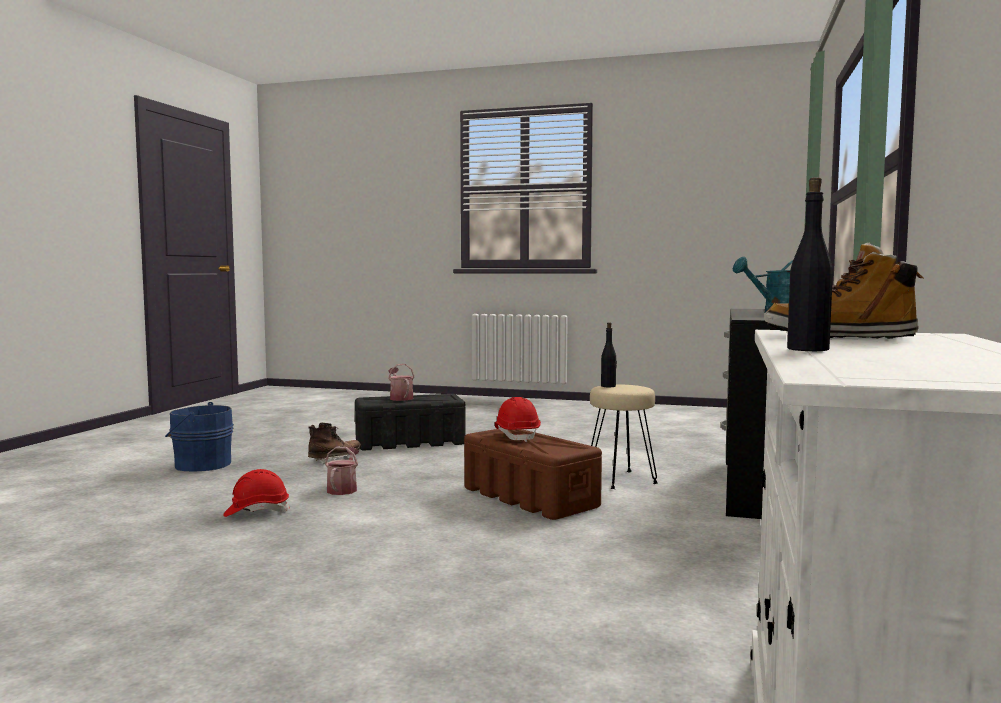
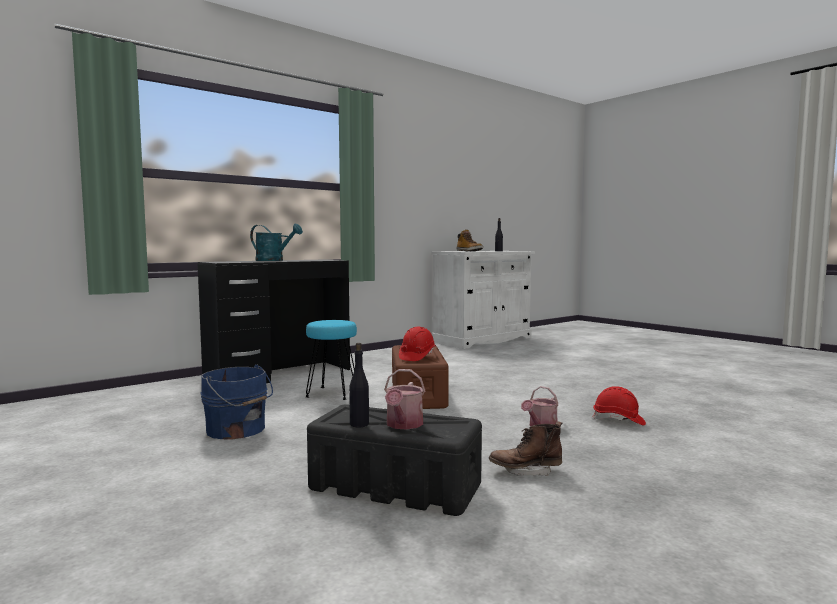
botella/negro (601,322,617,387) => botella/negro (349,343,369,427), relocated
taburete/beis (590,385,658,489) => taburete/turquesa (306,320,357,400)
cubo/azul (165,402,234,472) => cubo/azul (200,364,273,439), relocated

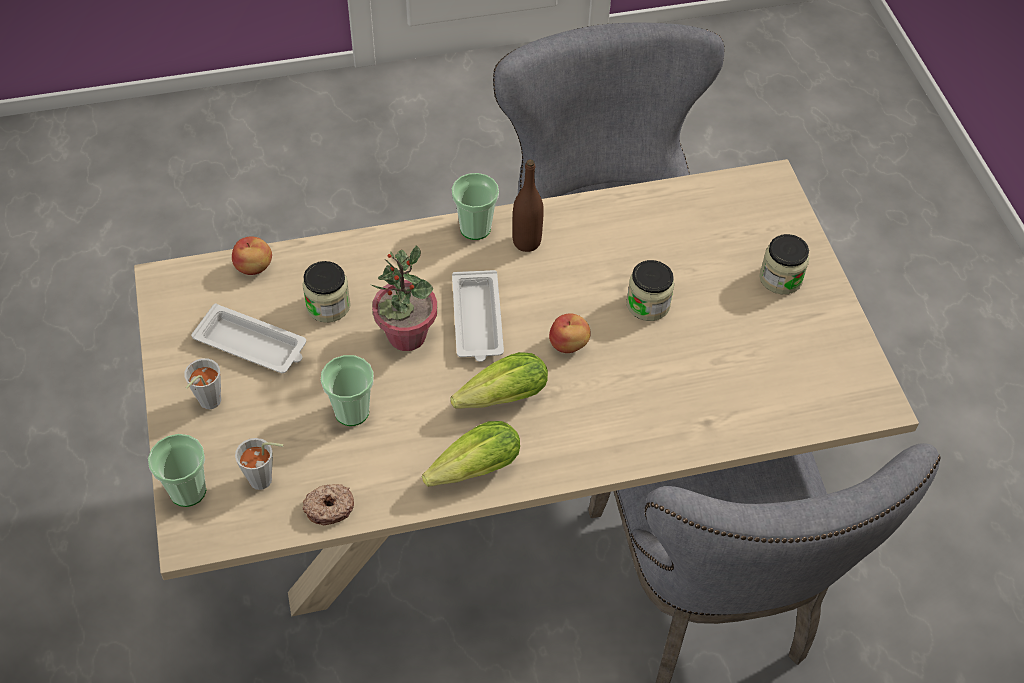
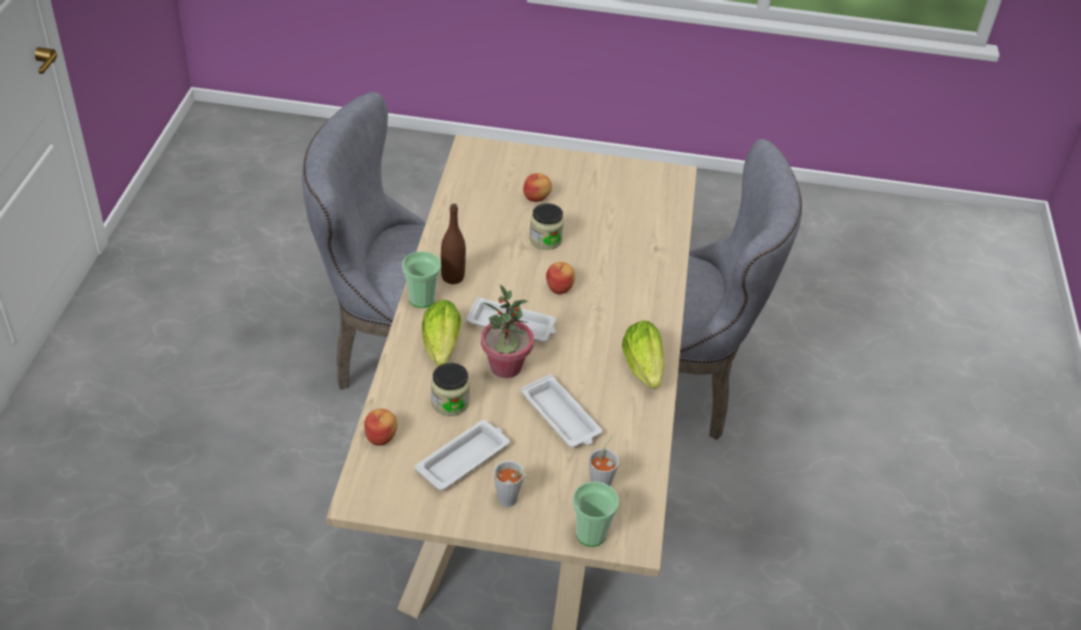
tarro (759,234,809,294) => nothing
lechuga (450,352,548,409) => lechuga (422,300,461,366), relocated
taza (321,355,374,426) => bandeja/blanco (521,374,602,448)
rosquilla (302,484,354,525) => nothing
nothing => manzana (523,173,552,202)

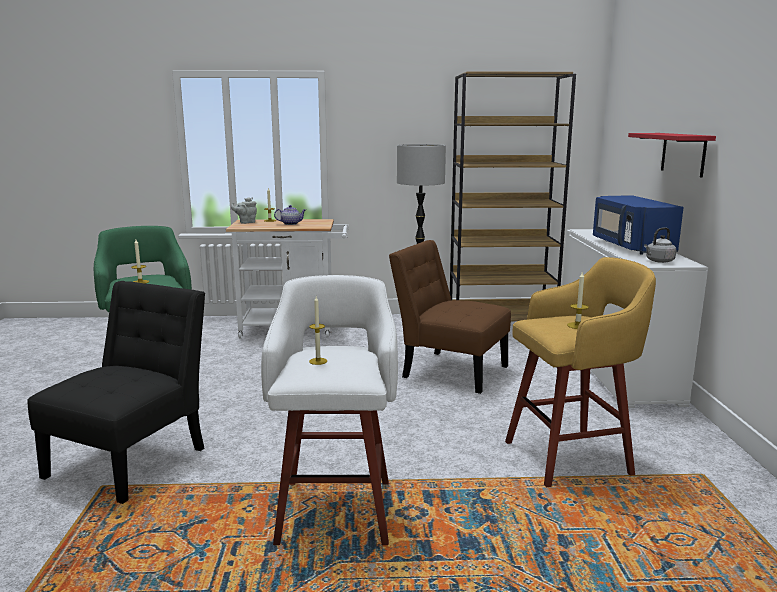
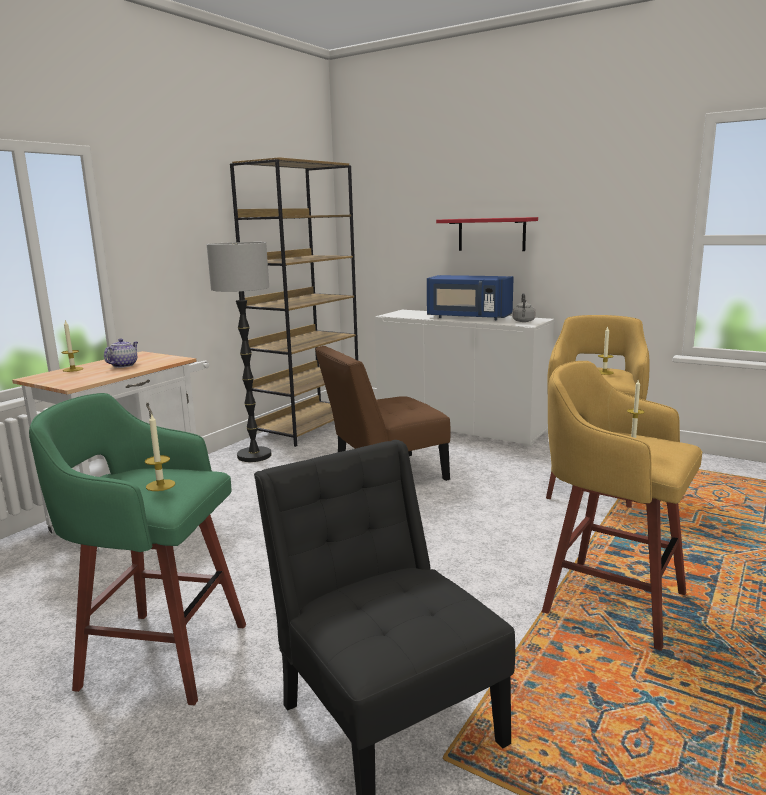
tetera/gris (231,197,257,224) => nothing
taburete/blanco (261,275,398,545) => taburete/amarillo (542,361,702,651)

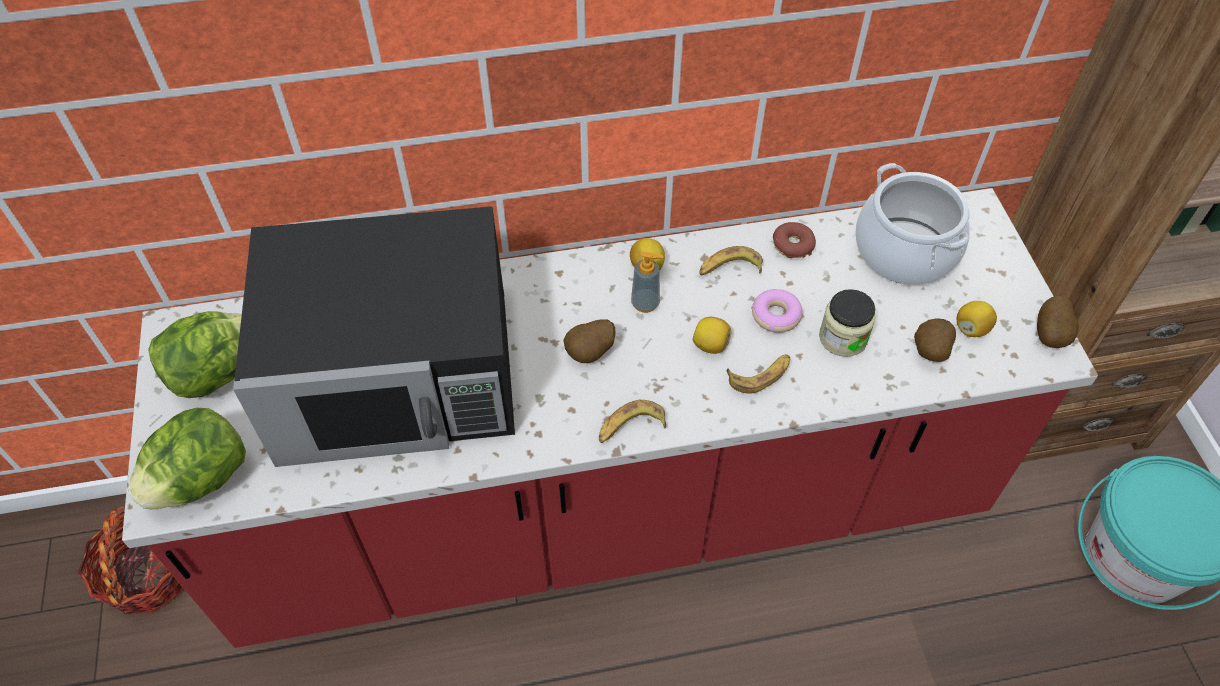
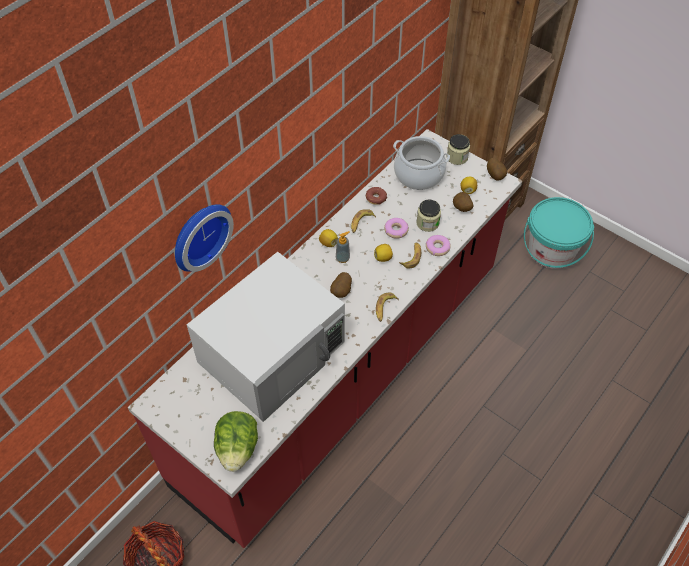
microondas/negro (233,206,515,467) => microondas/blanco (187,252,345,422)
lechuga (148,311,242,398) => nothing
nothing => tarro (447,134,470,165)
nothing => reloj de pared (175,204,234,272)
nothing => rosquilla (426,235,451,256)

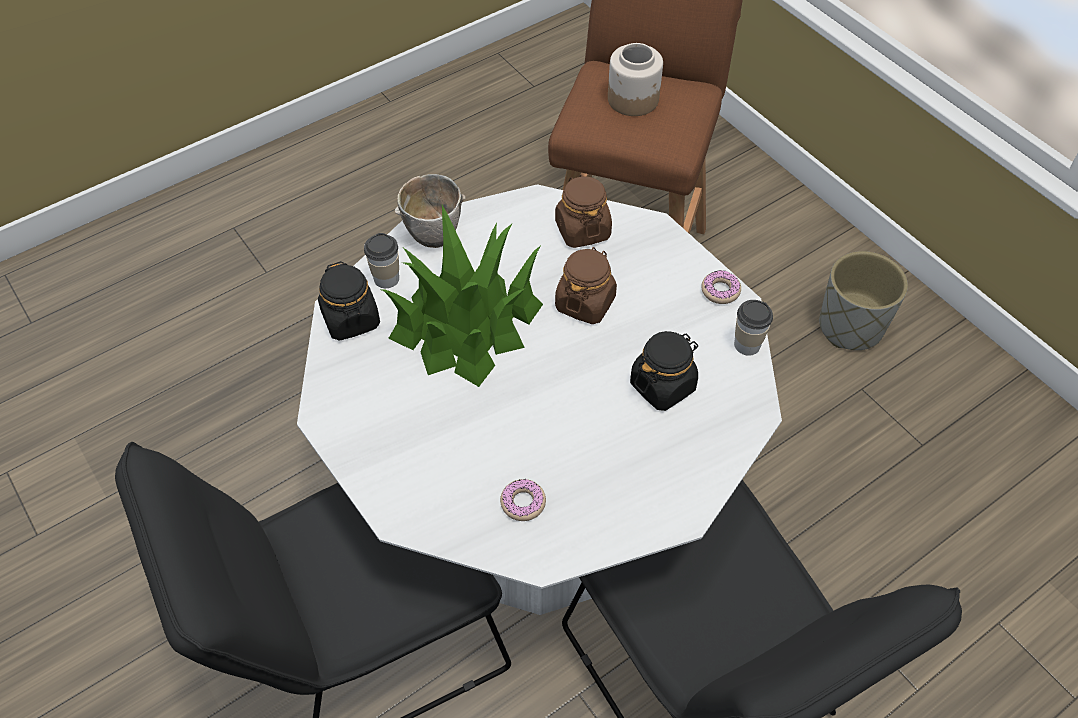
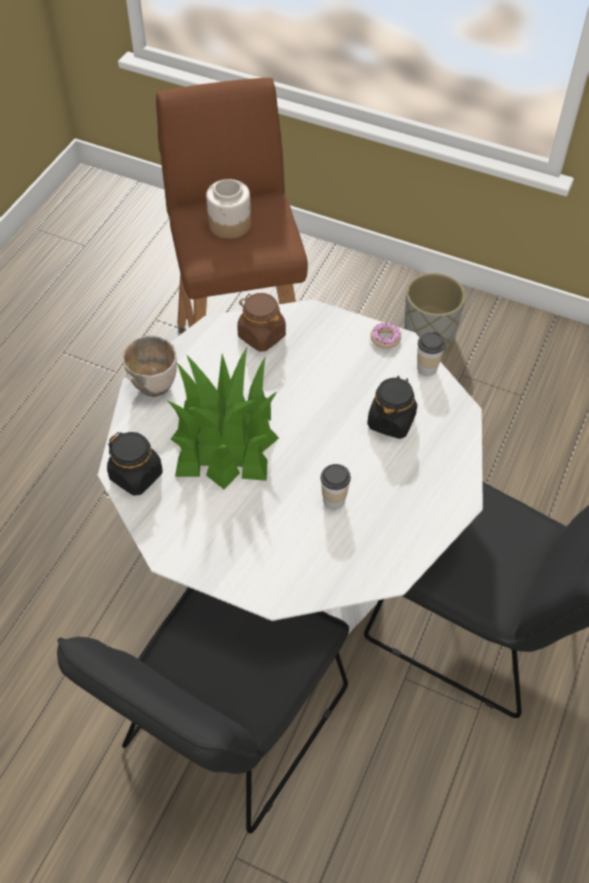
taza (364,233,399,288) => taza (321,464,351,509), relocated
tarro/marrón (555,247,617,324) => nothing
rosquilla (500,479,546,521) => nothing

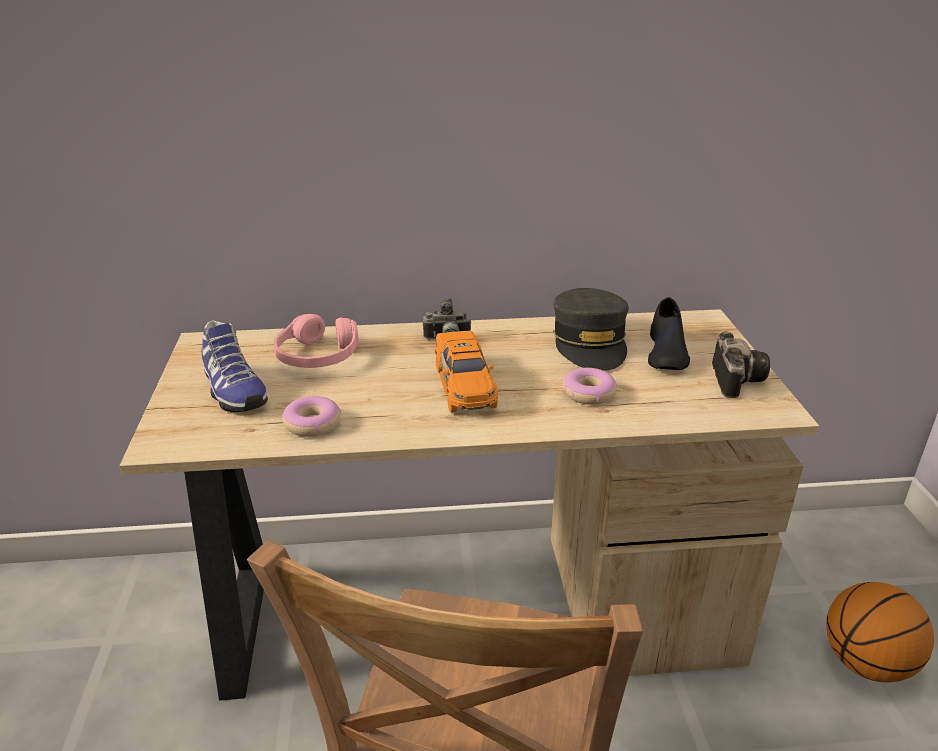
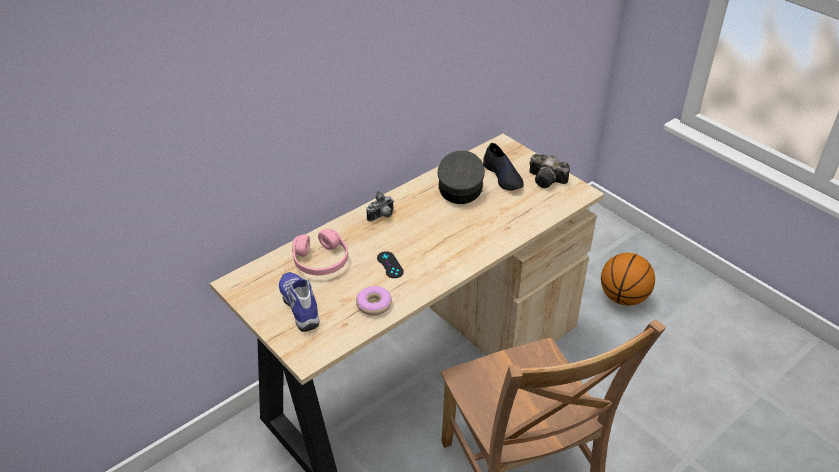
gorra/gris (553,288,629,371) => gorra/gris (438,150,485,204), 135 degrees counterclockwise
zapato (201,321,268,412) => zapato (279,272,319,332), 135 degrees counterclockwise
coche de juguete/naranja (435,331,498,412) => nothing
cámara (712,331,770,398) => cámara (529,154,570,188), 150 degrees clockwise
rosquilla (562,368,617,405) => nothing
nothing => mando de consola/negro (377,251,404,278)

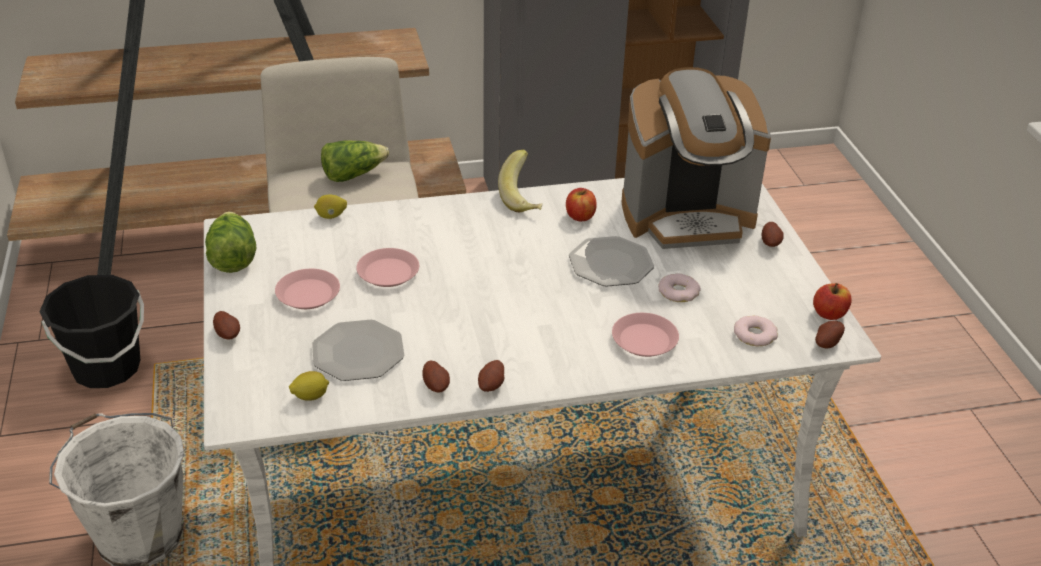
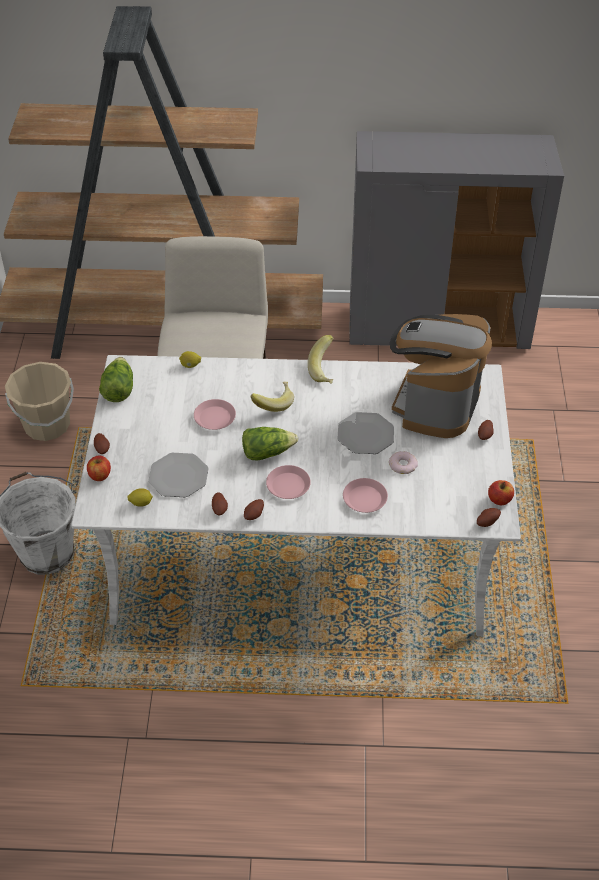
cafetera (622,67,771,249) => cafetera (390,314,492,438), 105 degrees clockwise
lechuga (321,140,389,182) => lechuga (242,427,298,460), relocated
manzana (566,188,597,221) => manzana (87,455,111,481), relocated
plato/rosa (275,269,340,309) => plato/rosa (266,465,311,499), relocated
cubo/negro (39,275,144,388) => cubo/beis (5,362,74,441)
rosquilla (734,315,778,346) => nothing
nothing => plátano (251,381,294,412)

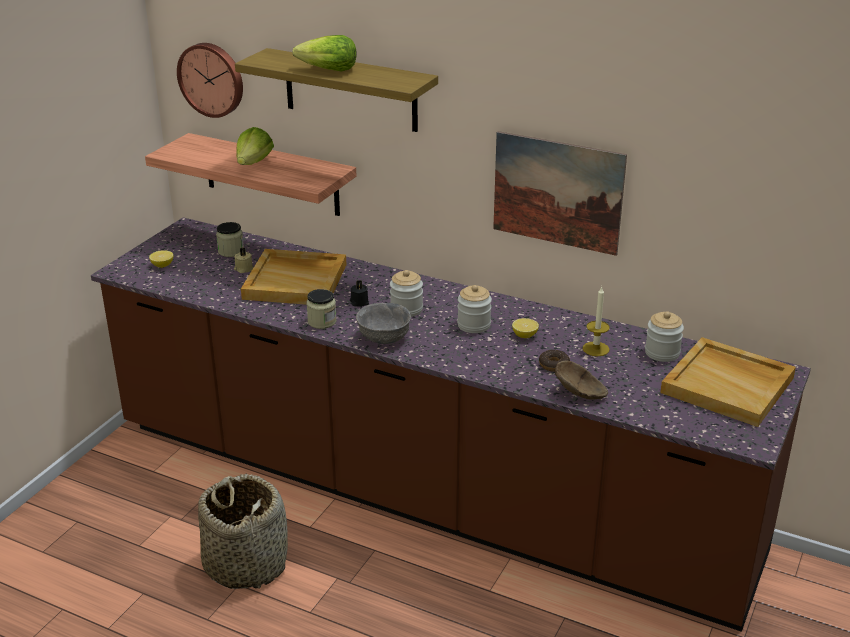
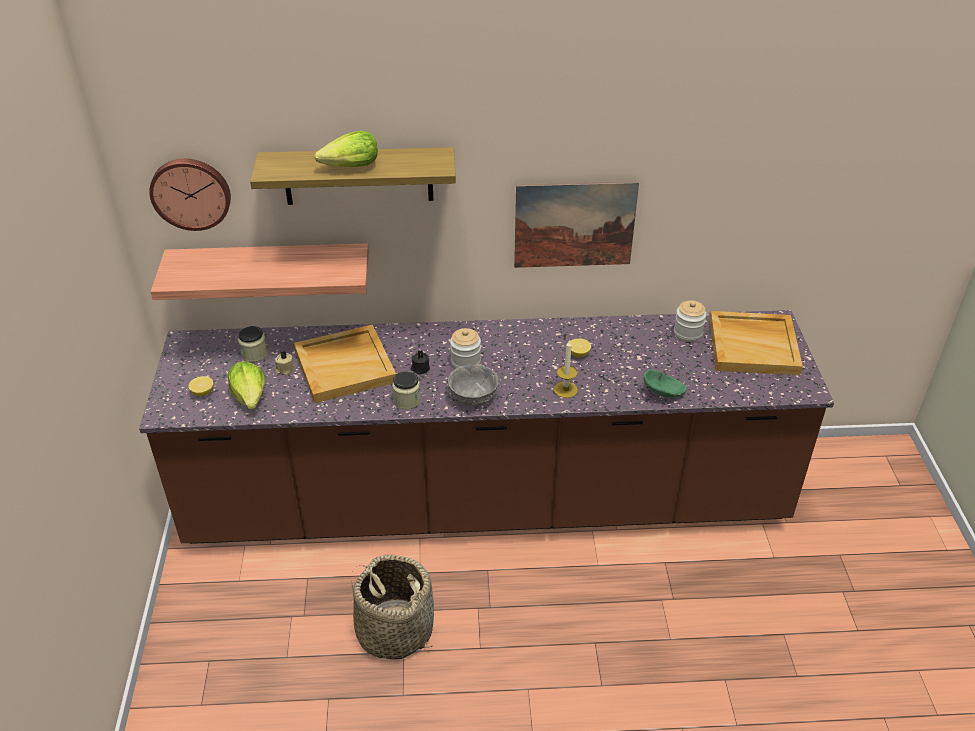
lechuga (236,127,274,165) => lechuga (228,361,265,409), relocated
tarro (457,285,492,333) => nothing
vela (583,287,610,356) => vela (554,341,578,398), relocated
rosquilla (539,350,570,372) => nothing
cuenco/marrón (555,361,608,400) => cuenco/verde (643,370,687,397)

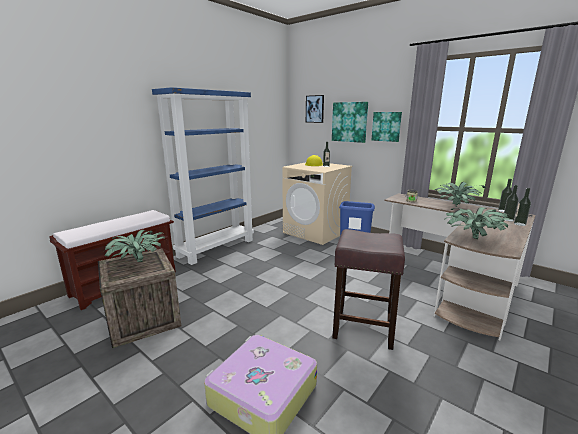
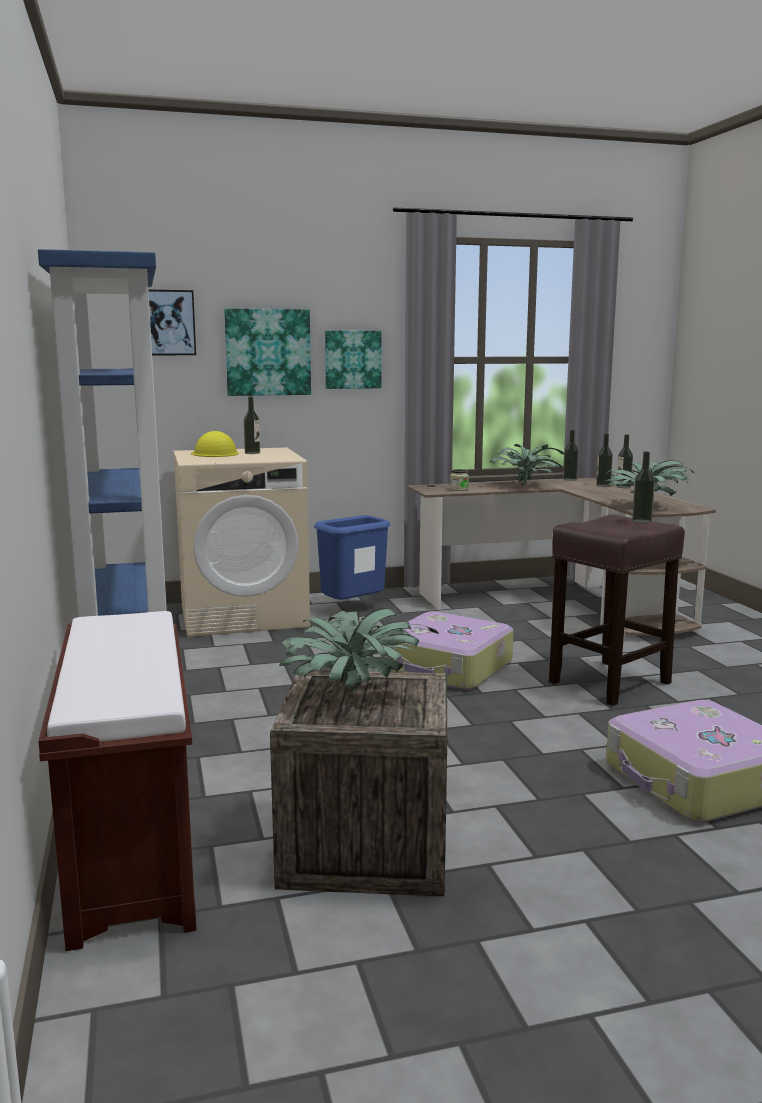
nothing => botella (632,451,655,523)
nothing => maleta (382,611,514,690)

